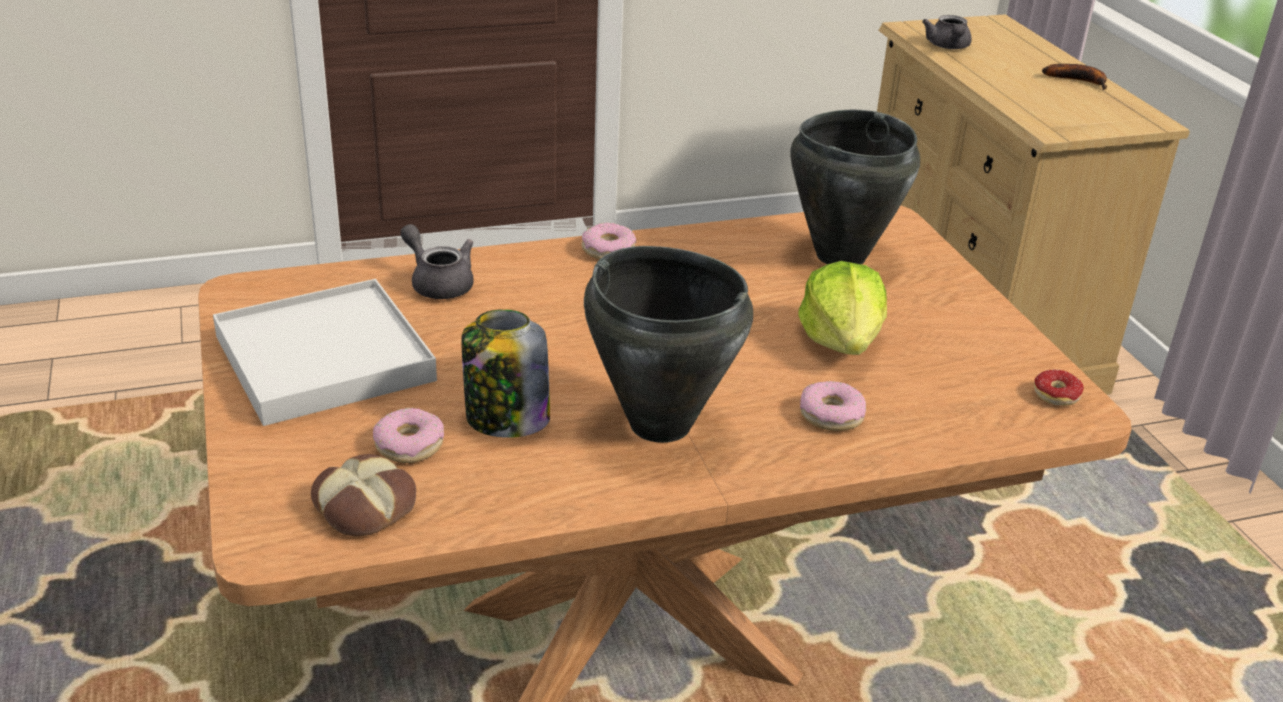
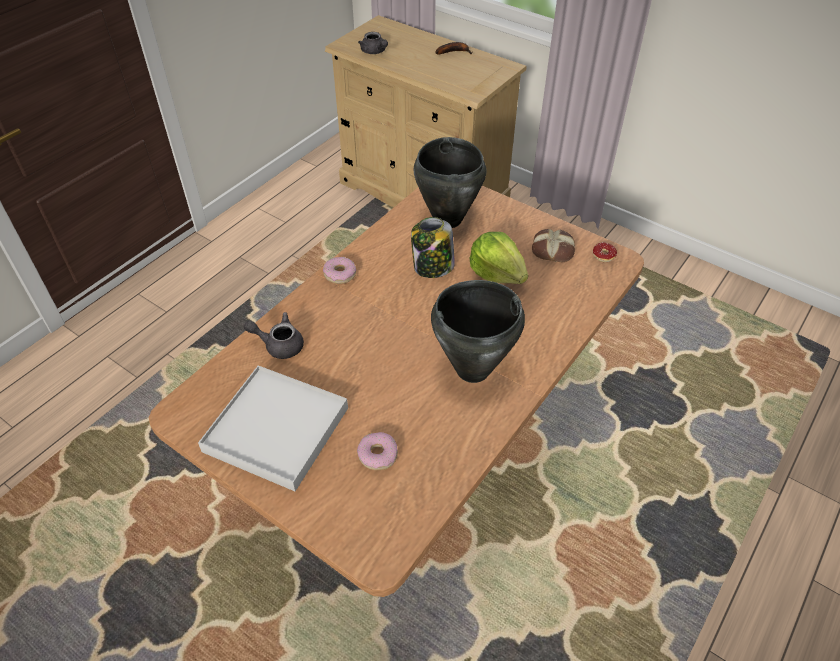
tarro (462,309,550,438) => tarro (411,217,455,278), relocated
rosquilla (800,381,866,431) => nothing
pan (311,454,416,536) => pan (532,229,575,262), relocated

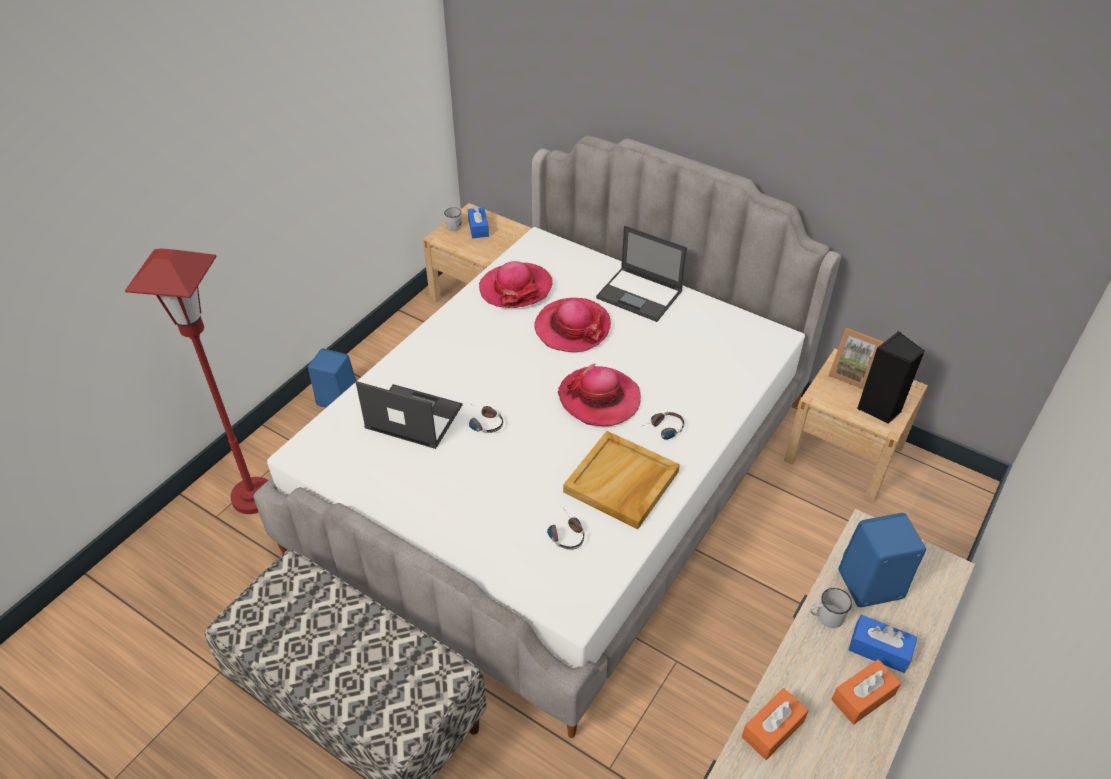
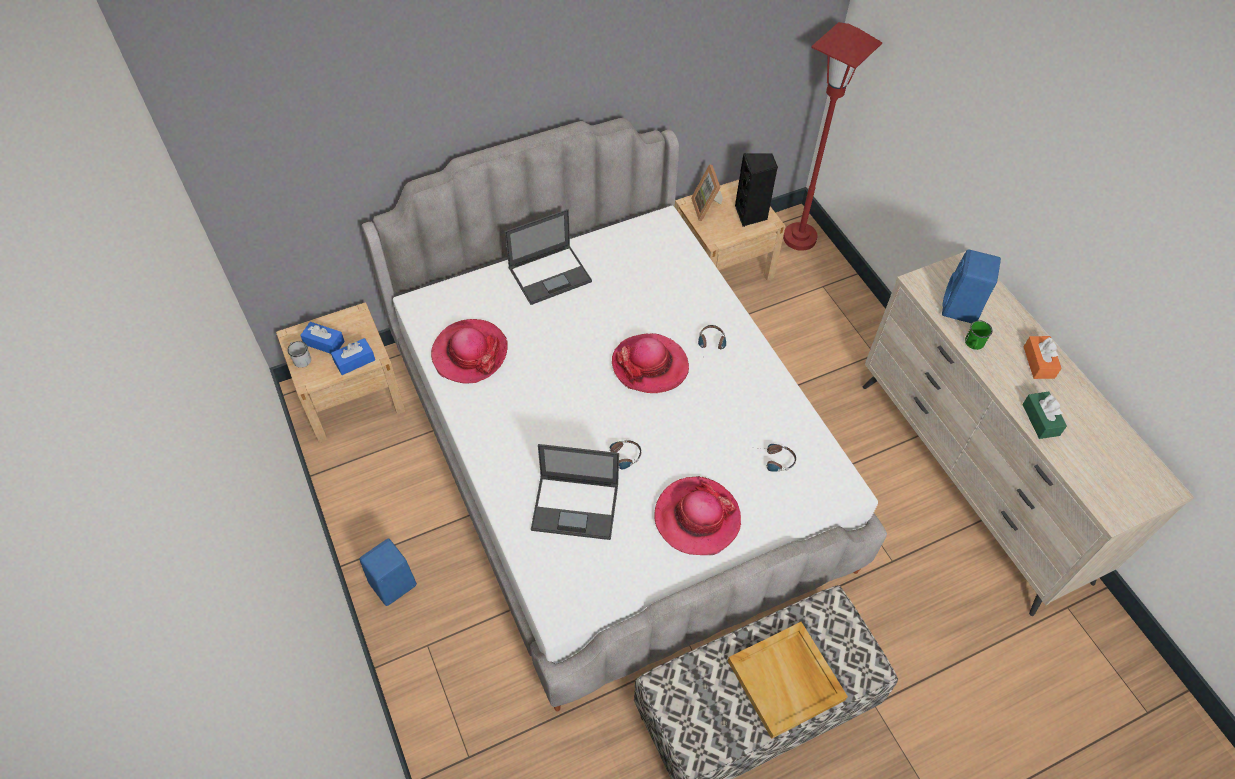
lámpara de pie/rojo (125,248,268,514) => lámpara de pie/rojo (783,22,882,251), relocated
sombrero (534,298,611,352) => sombrero (654,476,741,555), relocated
portarretratos (828,328,884,389) => portarretratos (691,164,723,221), 105 degrees clockwise
portátil (356,381,463,449) => portátil (531,444,619,540), 135 degrees counterclockwise
bandeja/beis (563,431,680,529) => bandeja/beis (728,622,848,739), relocated
taza grande/blanco (810,588,852,628) => taza grande/verde (965,320,993,350)
caja de pañuelos/azul (848,615,917,673) => caja de pañuelos/azul (331,338,375,375), relocated
caja de pañuelos/naranja (742,688,809,760) => caja de pañuelos/verde (1022,392,1067,439)

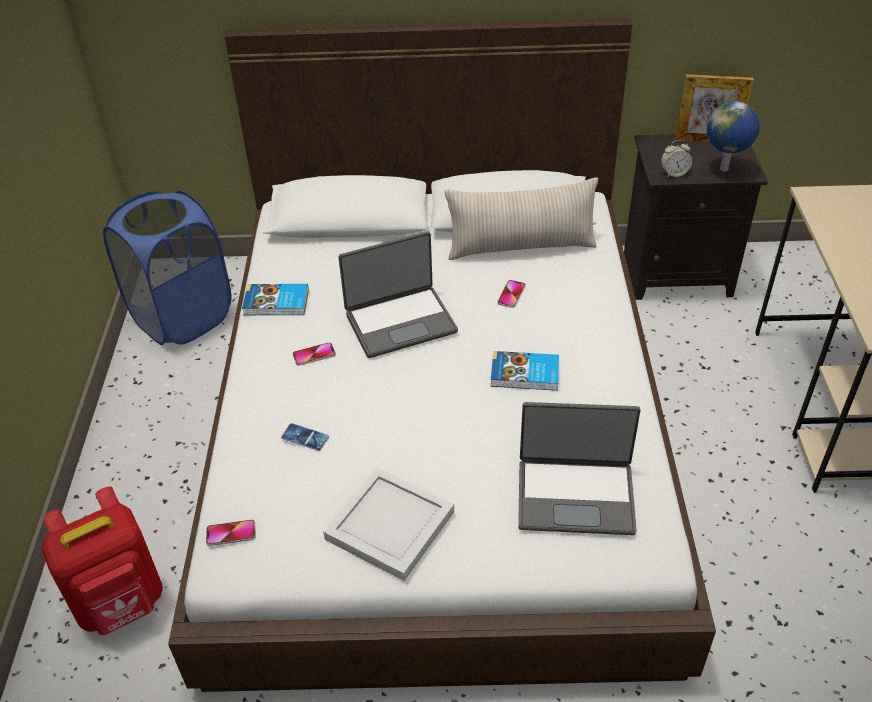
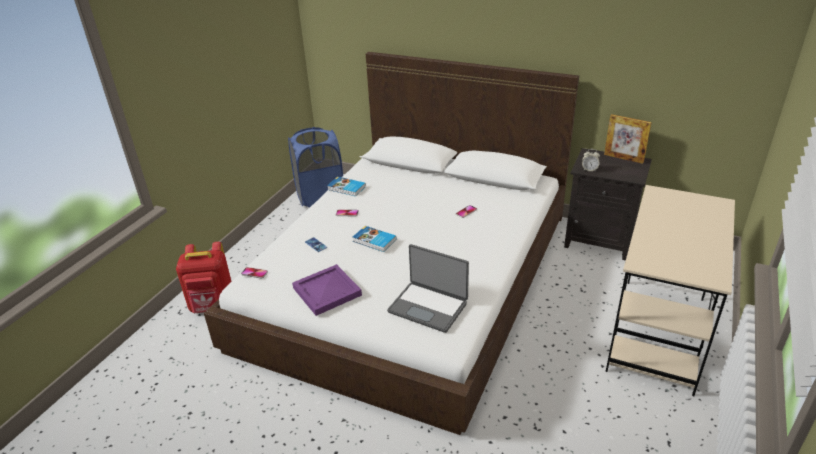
globo terráqueo (707,101,760,171) => nothing
cojín/beis (445,177,598,260) => nothing
portátil (338,231,458,358) => nothing
libro (491,351,559,391) => libro (353,226,396,252), relocated
bandeja/blanco (323,467,454,581) => bandeja/morado (292,264,362,316)

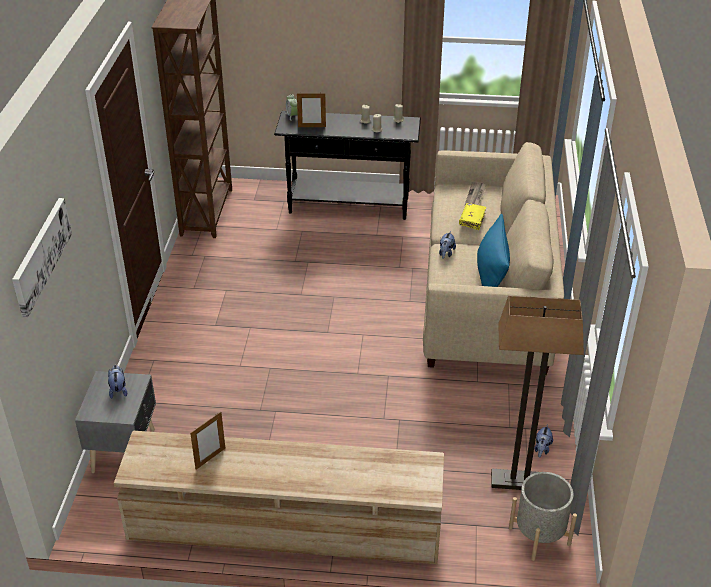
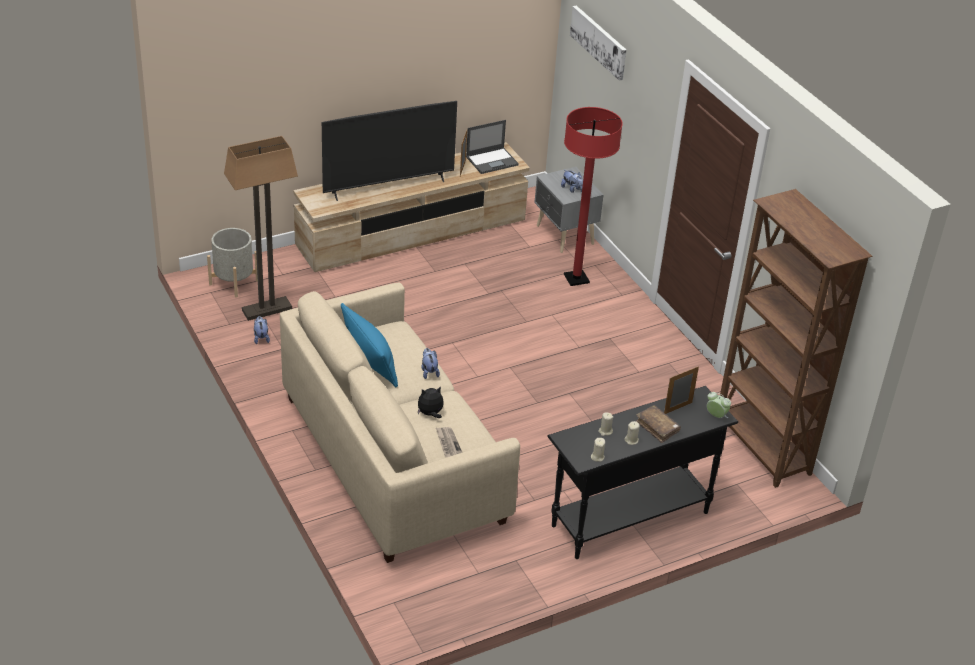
libro/amarillo (459,203,486,230) => peluche (418,386,444,418)
nothing => televisor (322,101,457,201)
nothing => lámpara de pie/rojo (564,107,623,286)
nothing => portátil (466,120,519,174)
nothing => libro/marrón (636,405,681,443)

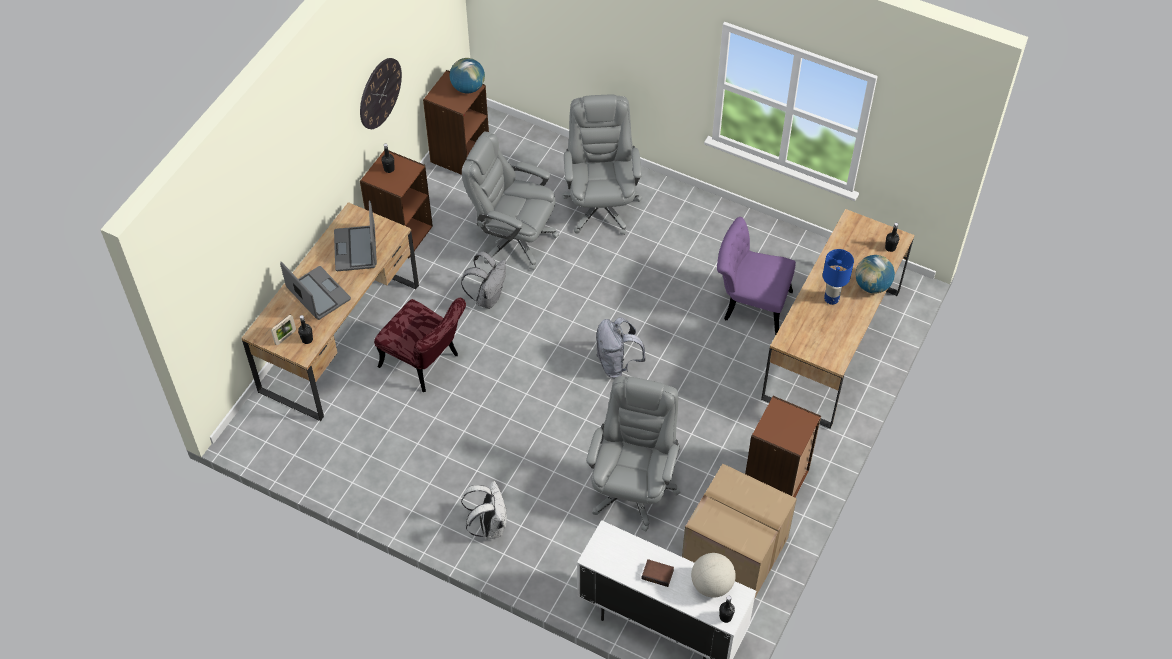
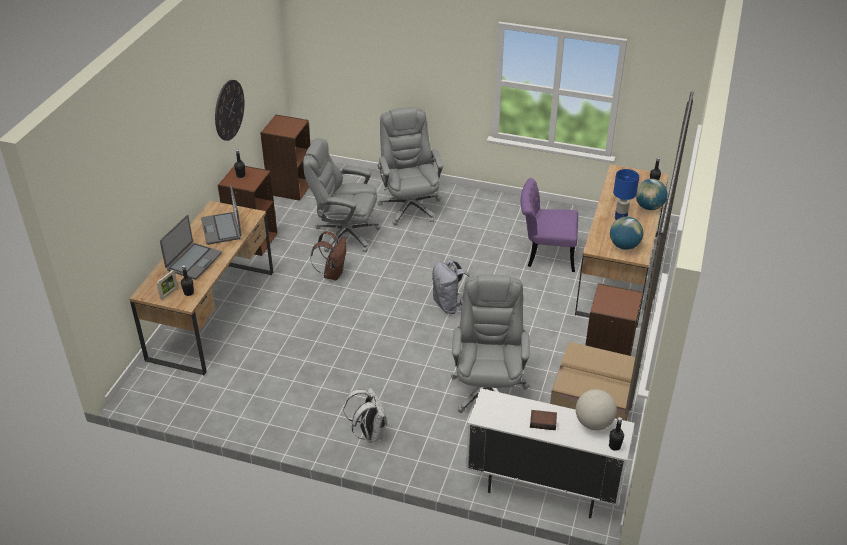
globo terráqueo (450,58,485,94) => globo terráqueo (610,217,643,250), relocated
mochila/gris (461,251,506,309) => mochila/marrón (310,231,346,280)
portátil (280,262,351,320) => portátil (160,215,222,280), 75 degrees clockwise
silla/rojo (374,298,466,392) => nothing

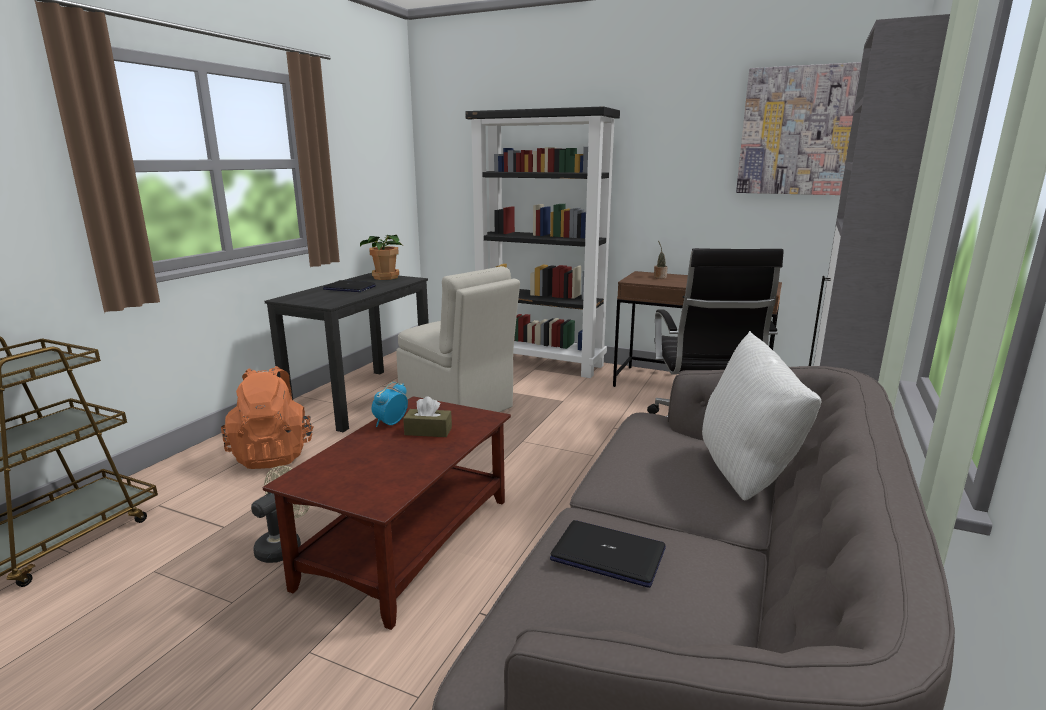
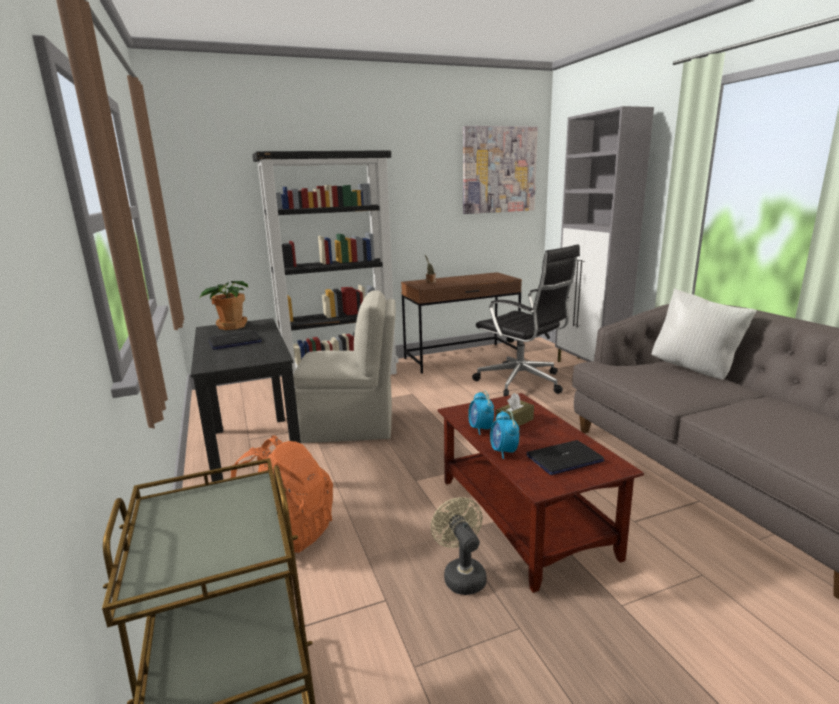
portátil (550,520,666,588) => portátil (527,440,605,475), relocated
nothing => despertador (490,410,519,459)

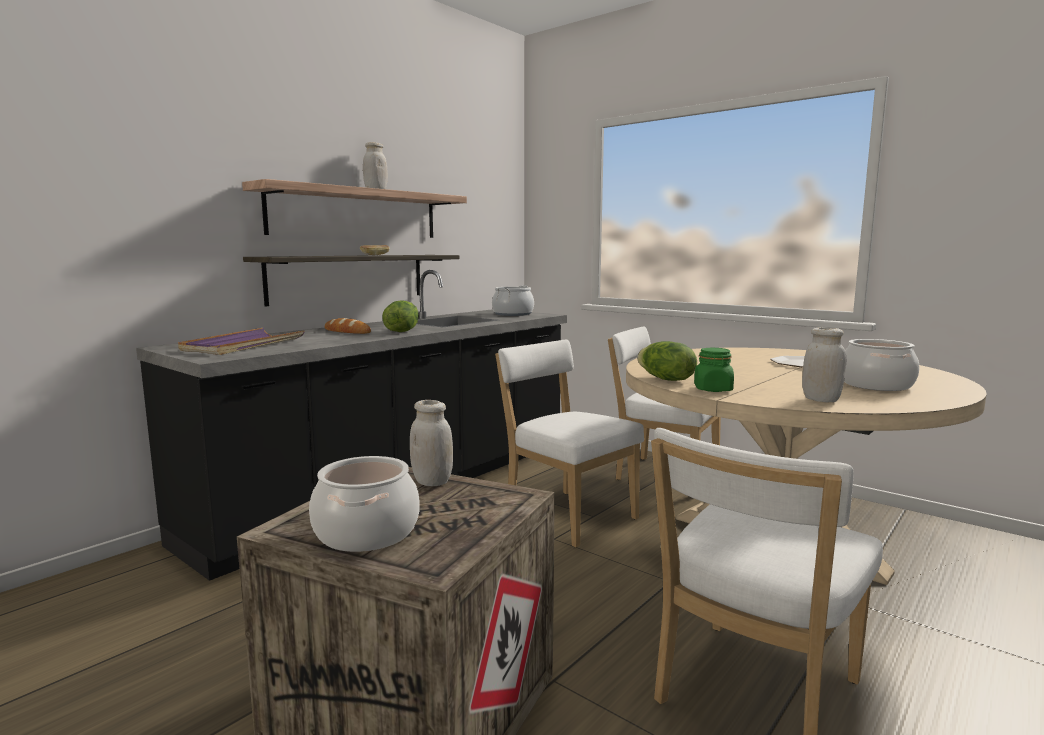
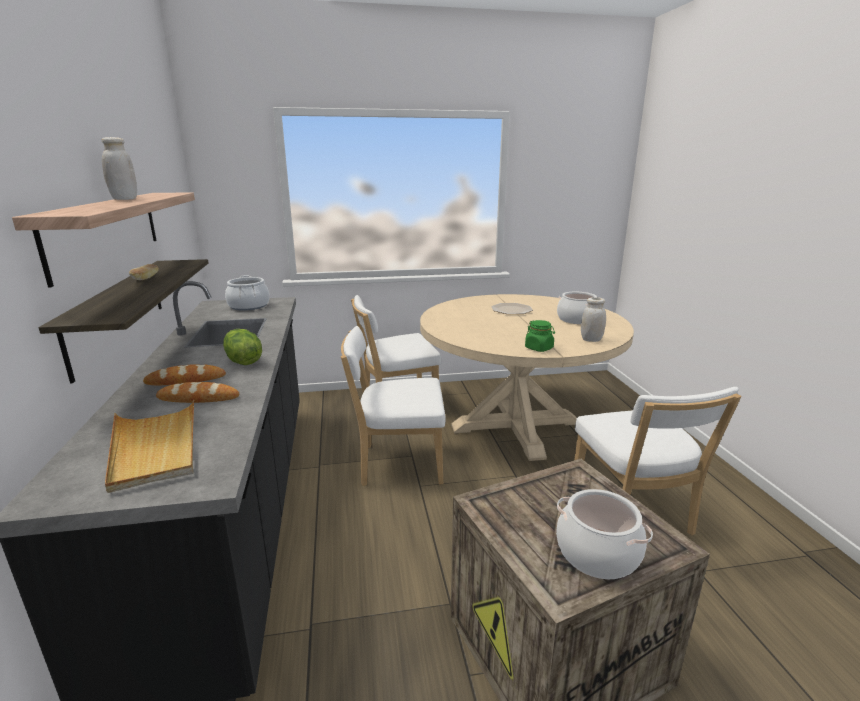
bandeja/morado (178,328,305,355) => bandeja/beis (105,400,194,493)
lechuga (637,341,697,381) => nothing
tarro/blanco (410,400,453,486) => nothing
nothing => pan (156,382,239,403)

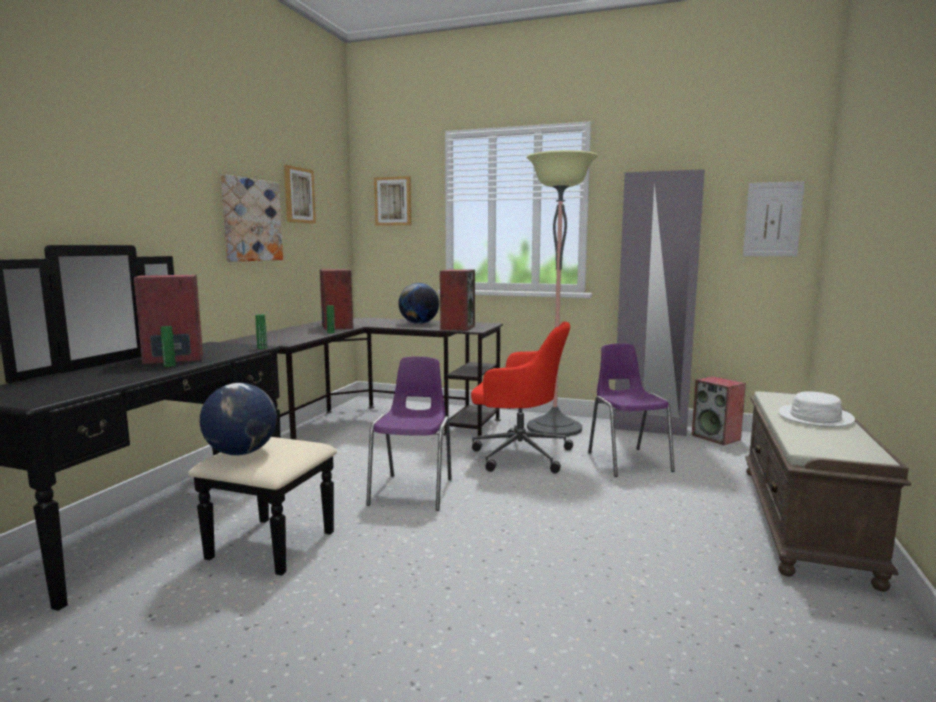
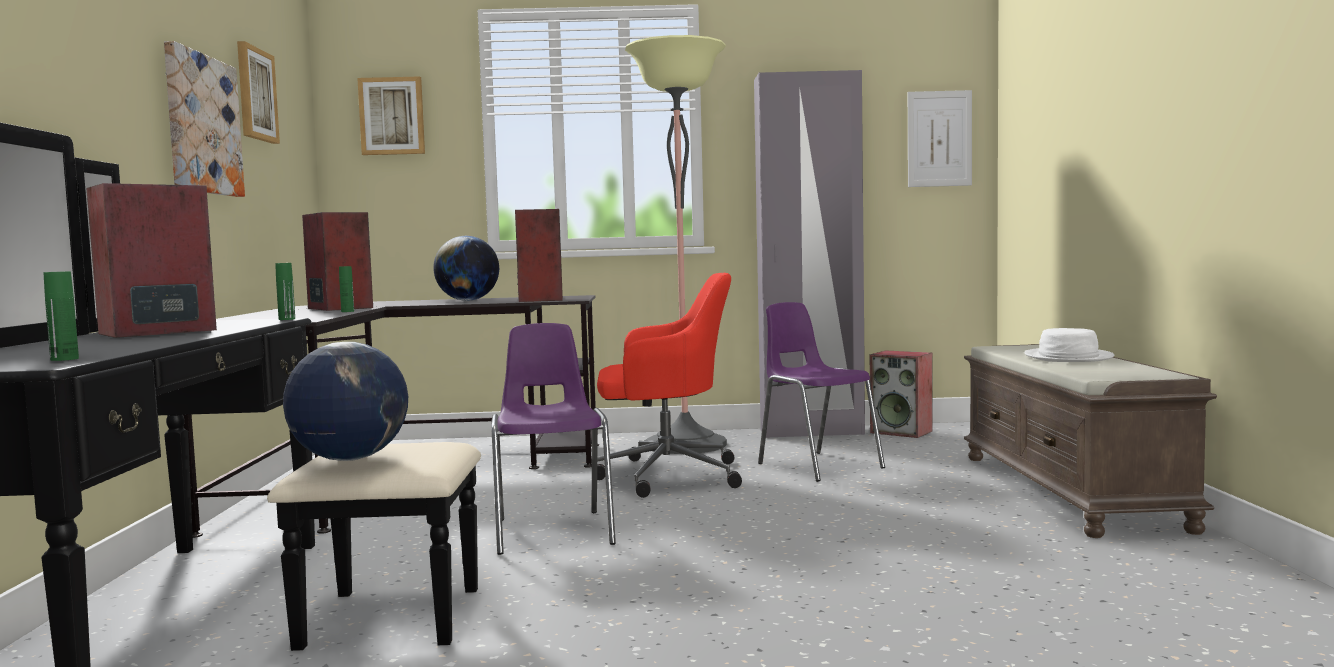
botella/verde (160,326,176,367) => botella/verde (43,271,79,361), relocated

